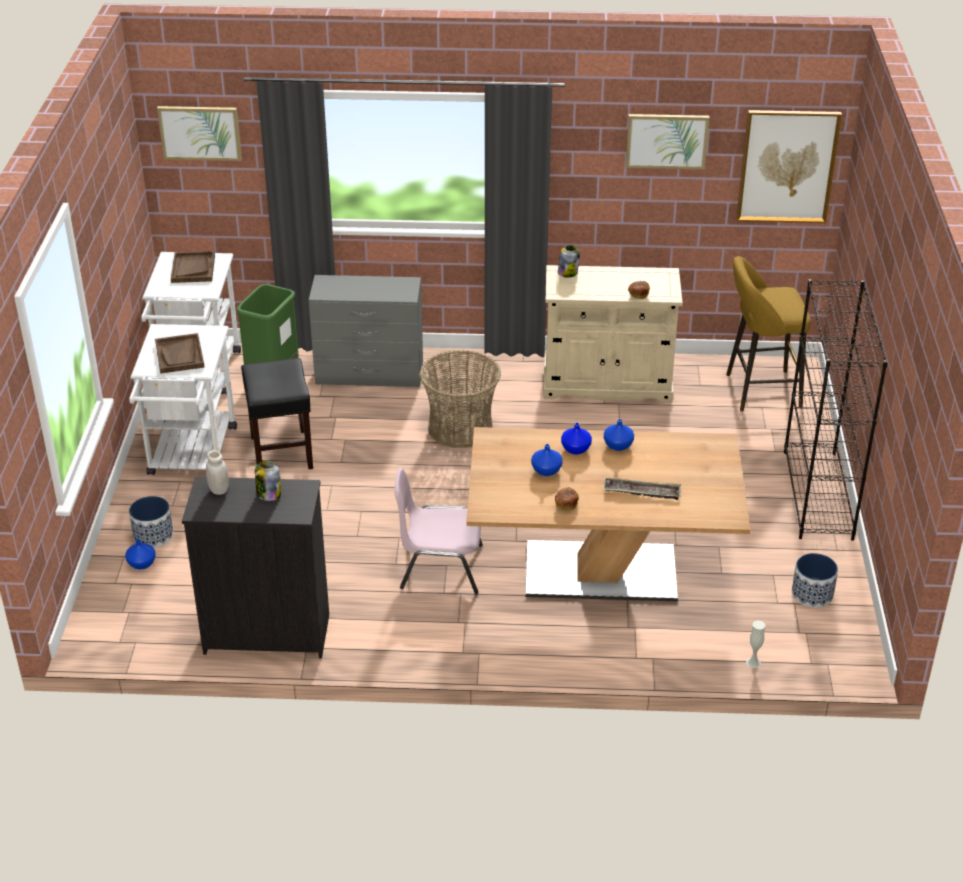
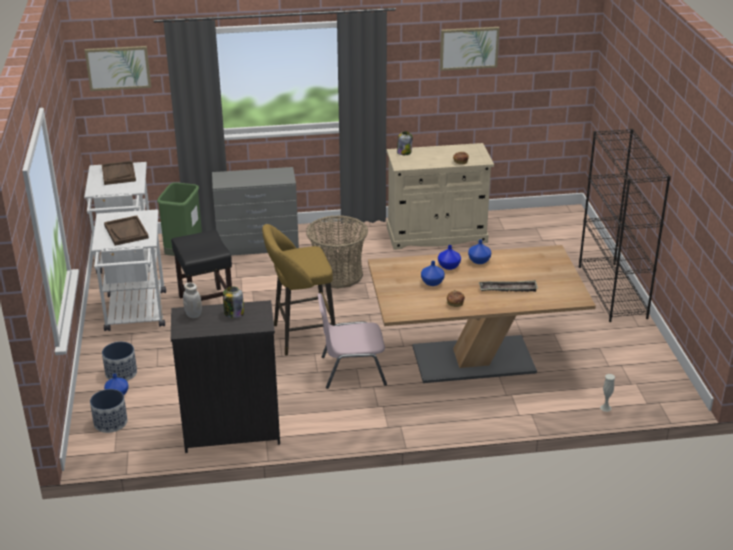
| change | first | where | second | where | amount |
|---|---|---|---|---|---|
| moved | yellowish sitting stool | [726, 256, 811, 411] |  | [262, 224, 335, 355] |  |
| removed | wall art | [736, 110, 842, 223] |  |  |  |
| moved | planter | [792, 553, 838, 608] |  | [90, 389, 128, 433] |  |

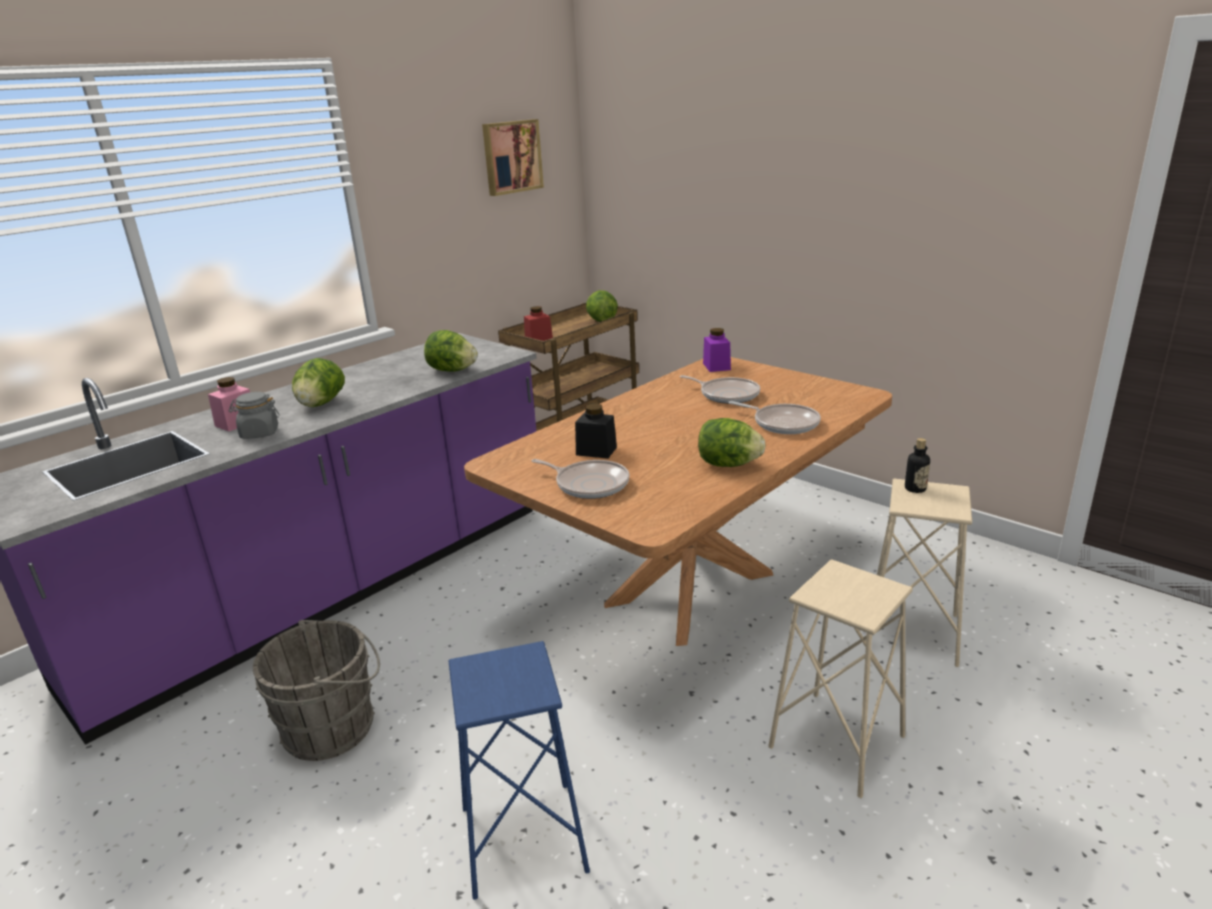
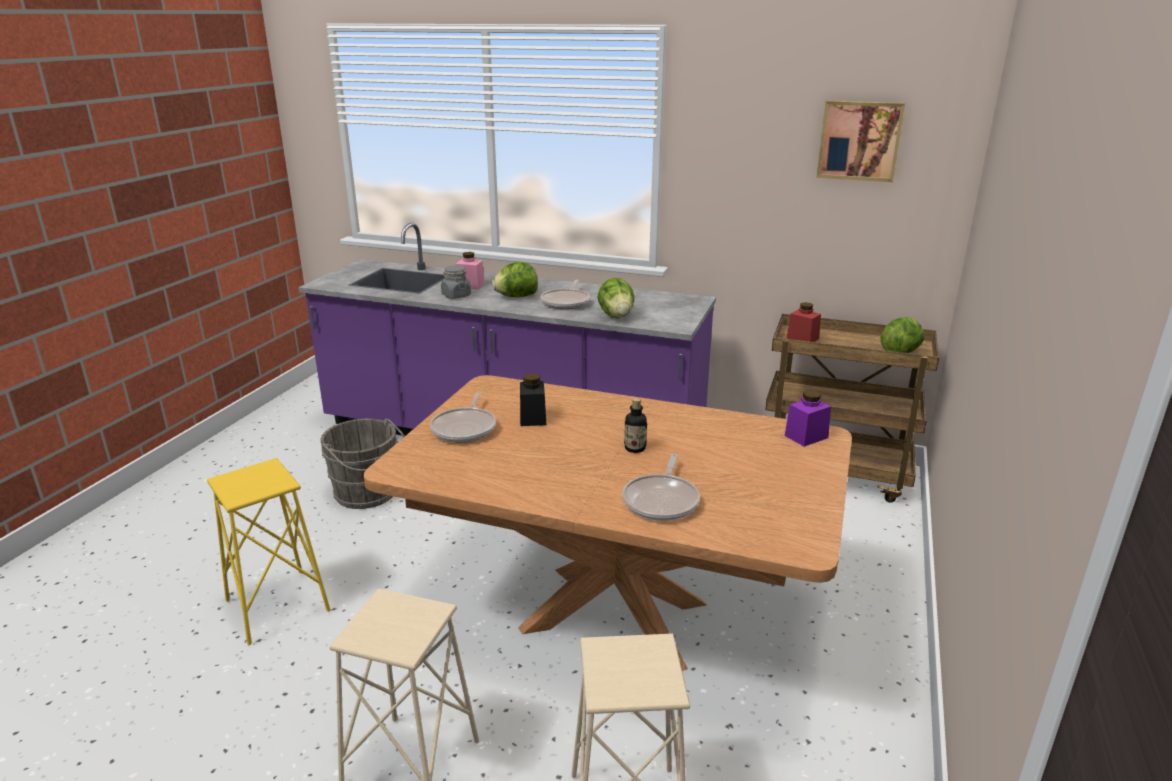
| change | first | where | second | where | amount |
|---|---|---|---|---|---|
| recoloured | bluish sitting stool | [448, 641, 590, 900] | yellowish sitting stool | [207, 458, 330, 645] |  |
| moved | pan | [680, 375, 760, 404] |  | [541, 280, 590, 309] |  |
| removed | head of lettuce | [698, 418, 766, 467] |  |  |  |
| moved | bottle | [905, 438, 930, 493] |  | [624, 398, 647, 453] |  |

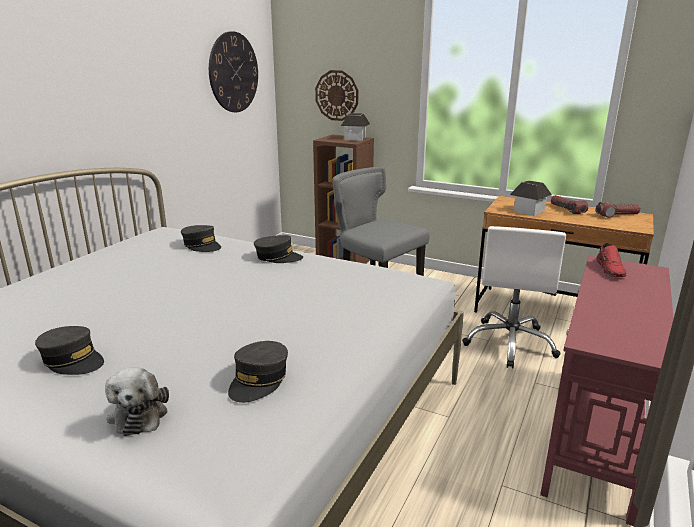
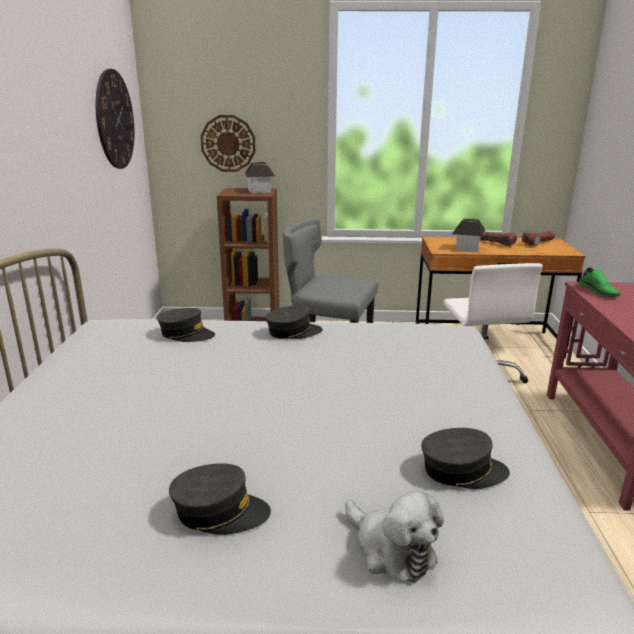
| change | first | where | second | where | amount |
|---|---|---|---|---|---|
| turned | gray cap | [228, 341, 288, 403] |  | [421, 428, 510, 489] | 90 degrees counterclockwise |
| recoloured | red item of footwear | [596, 243, 627, 277] | green-coloured item of footwear | [578, 267, 620, 297] |  |

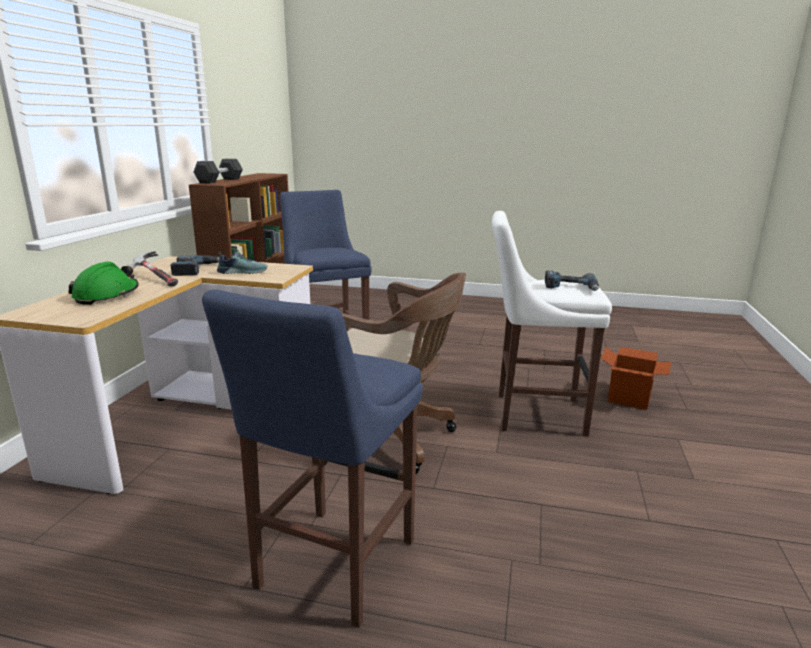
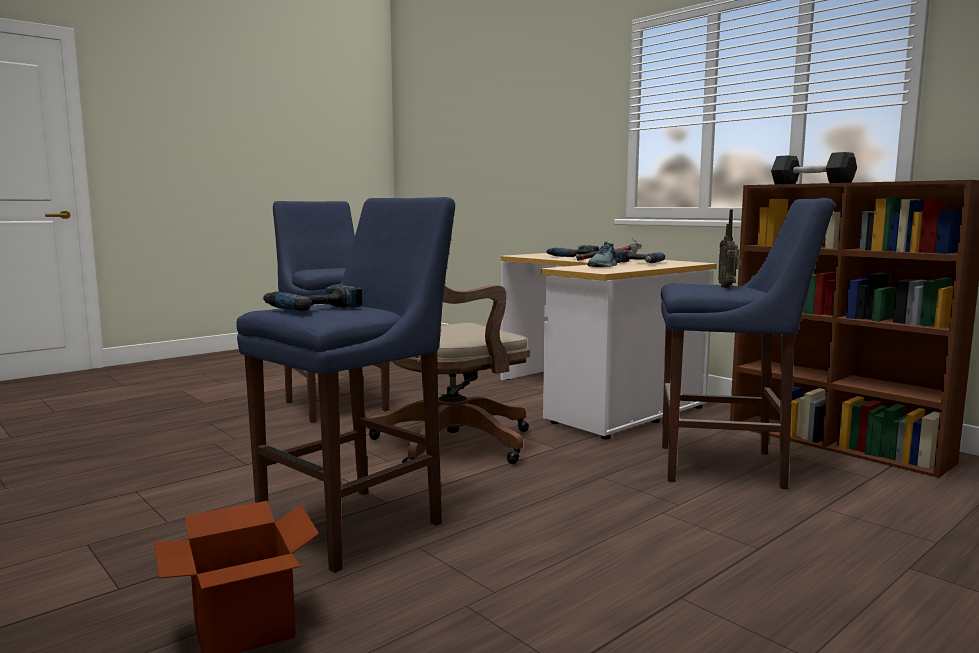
| change | first | where | second | where | amount |
|---|---|---|---|---|---|
| replaced | green-coloured safety helmet | [68, 262, 139, 305] | electric drill | [546, 245, 599, 257] |  |
| recoloured | white sitting stool | [492, 211, 612, 437] | bluish sitting stool | [236, 197, 455, 573] |  |
| added |  |  | radio receiver | [718, 209, 741, 288] |  |

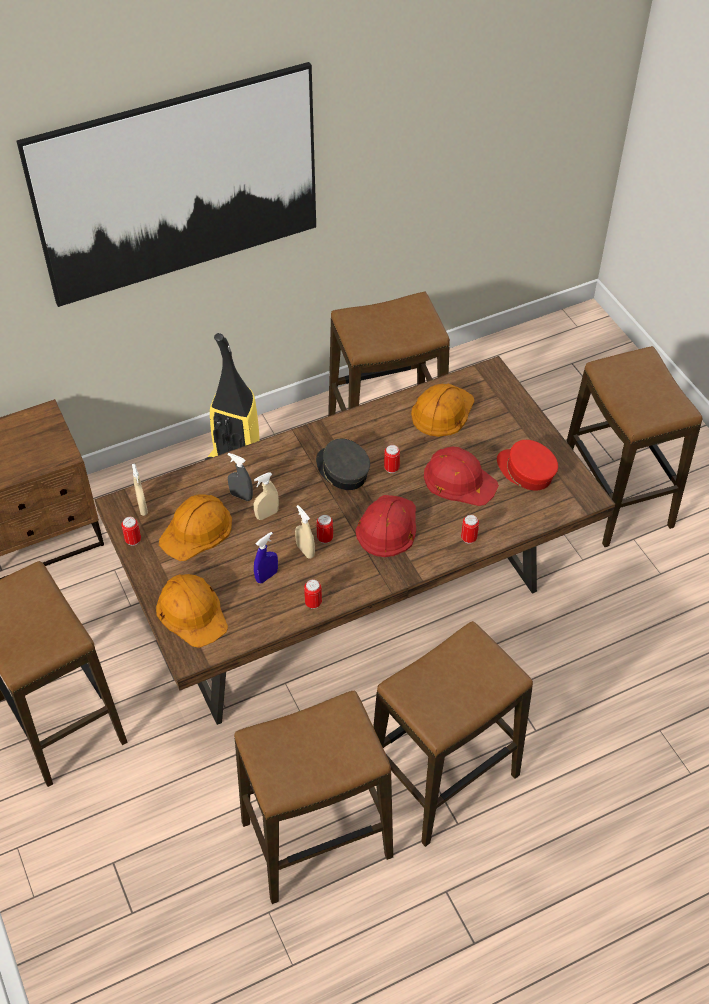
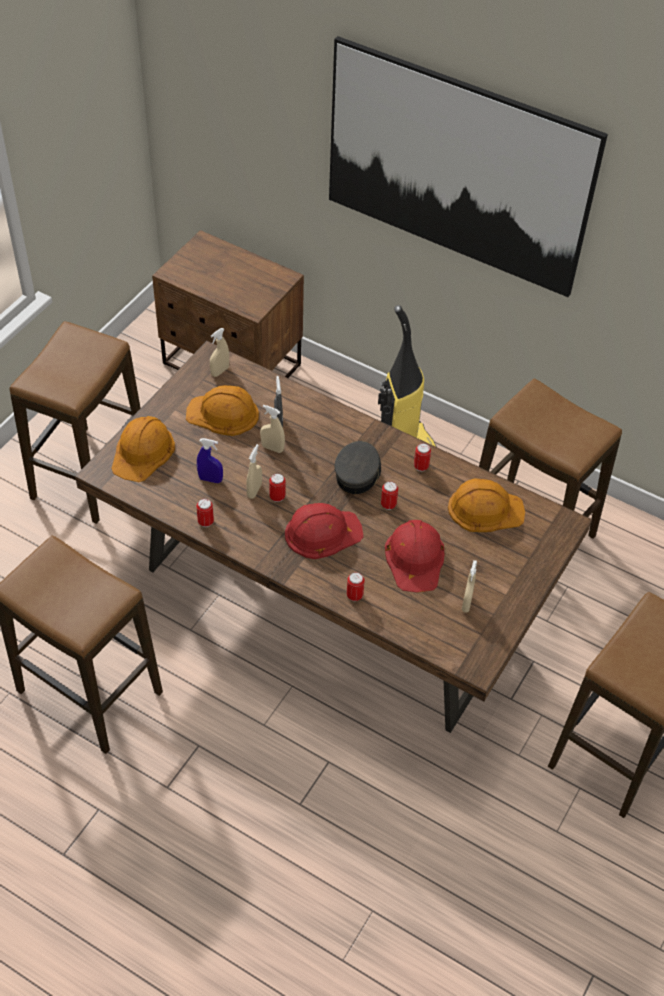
| change | first | where | second | where | amount |
|---|---|---|---|---|---|
| moved | metal can | [121, 517, 141, 546] |  | [414, 443, 431, 472] |  |
| removed | sitting stool | [373, 621, 533, 847] |  |  |  |
| replaced | red cap | [497, 440, 558, 491] | beige hand sprayer | [462, 560, 477, 613] |  |

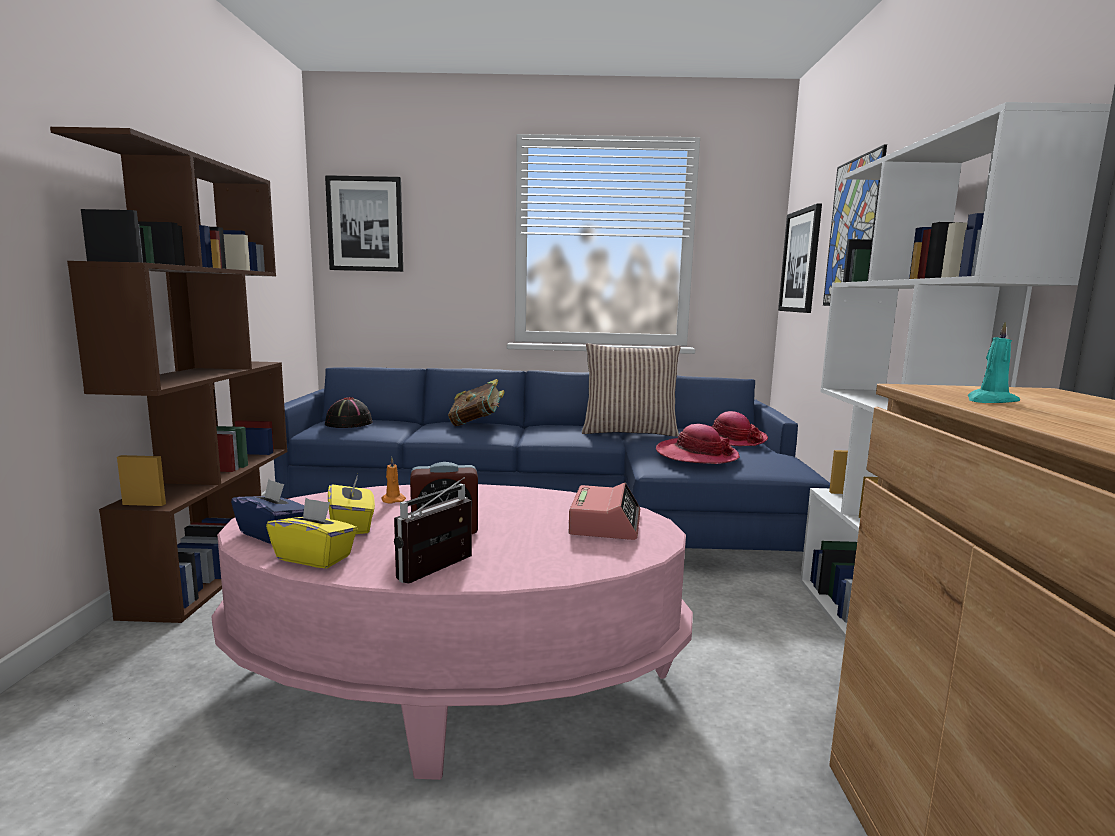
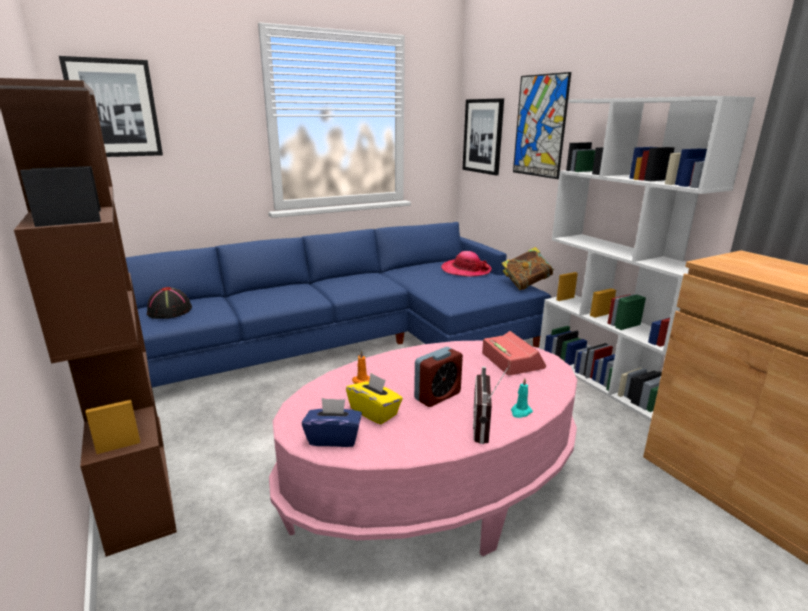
| change | first | where | second | where | amount |
|---|---|---|---|---|---|
| removed | yellowish tissue holder | [266, 498, 358, 569] |  |  |  |
| moved | book | [448, 379, 505, 426] |  | [502, 247, 554, 290] |  |
| removed | cushion | [582, 343, 681, 437] |  |  |  |
| removed | clothing hat | [656, 424, 740, 464] |  |  |  |
| moved | turquoise wax light | [967, 322, 1020, 403] |  | [511, 378, 533, 418] |  |

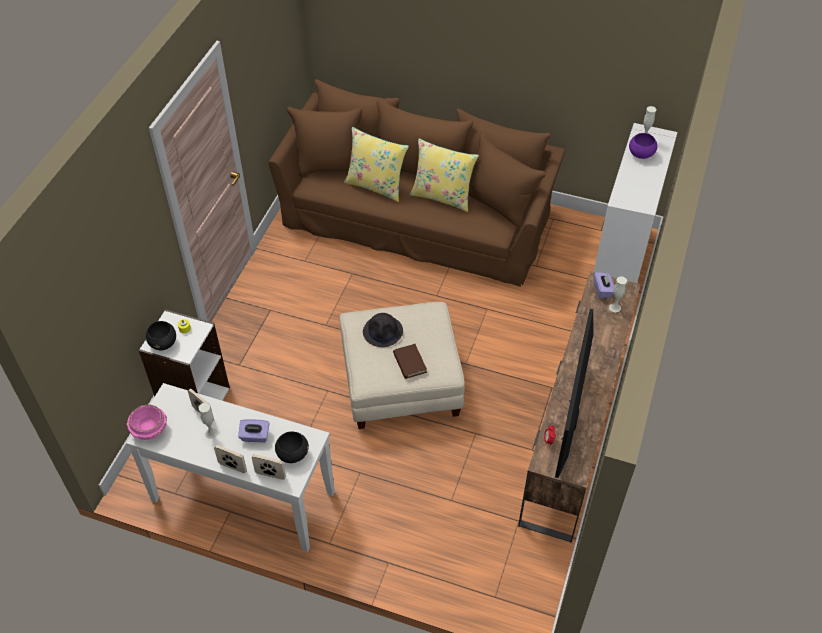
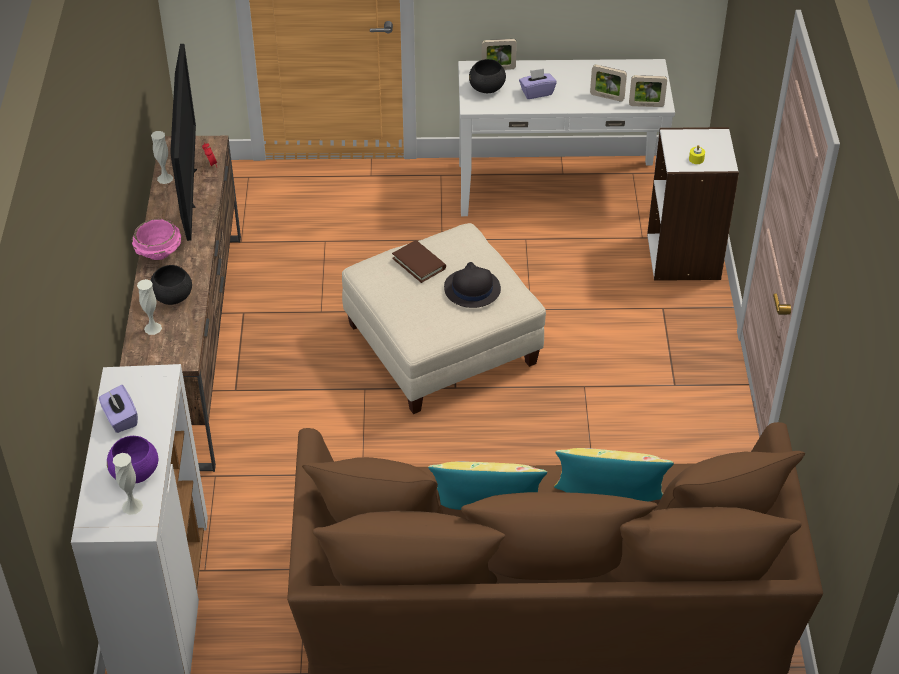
| change | first | where | second | where | amount |
|---|---|---|---|---|---|
| moved | pink deep dish | [127, 404, 167, 440] |  | [132, 219, 181, 260] |  |
| moved | blackish deep dish | [146, 321, 176, 350] |  | [151, 265, 192, 305] |  |
| moved | white flower vase | [198, 403, 218, 439] |  | [151, 131, 173, 184] |  |
| moved | photo frame | [214, 445, 247, 473] |  | [629, 75, 667, 107] |  |
| moved | purplish tissue holder | [594, 272, 614, 298] |  | [99, 385, 138, 433] |  |

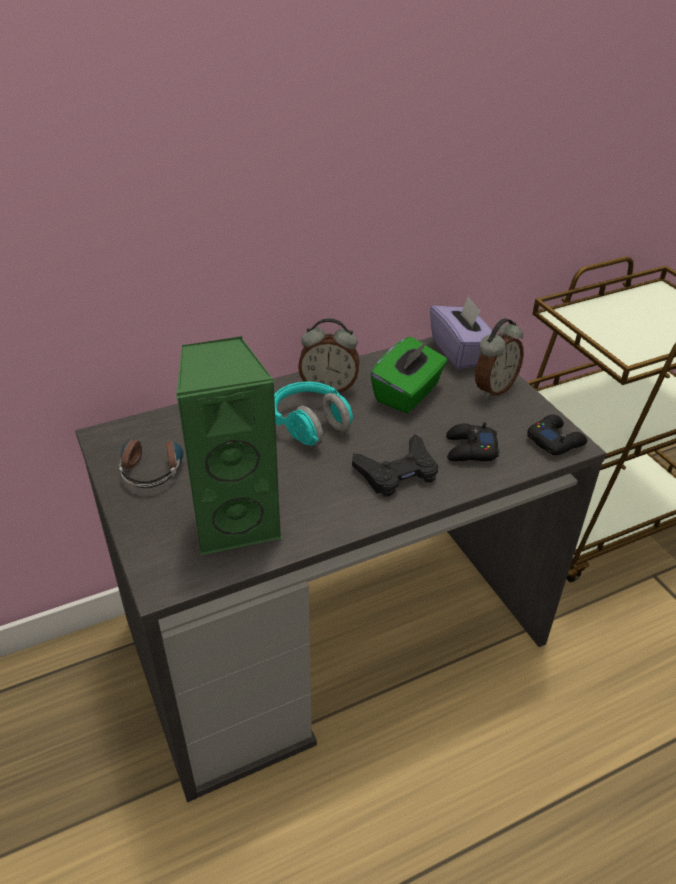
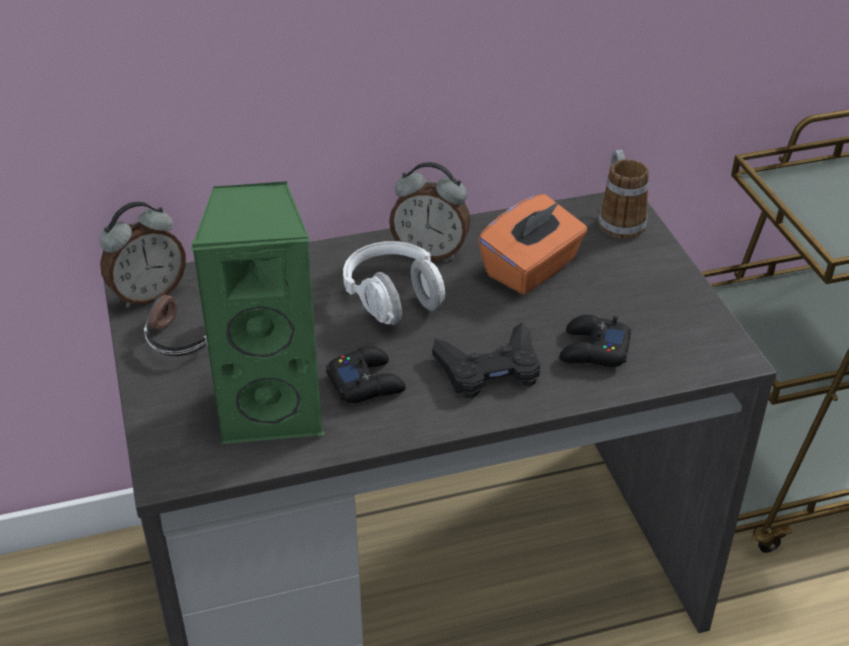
| change | first | where | second | where | amount |
|---|---|---|---|---|---|
| recoloured | turquoise headset | [274, 381, 353, 446] | white headset | [343, 241, 445, 325] |  |
| recoloured | green-coloured tissue holder | [370, 337, 447, 413] | orangey tissue holder | [478, 194, 588, 295] |  |
| replaced | purplish tissue holder | [430, 296, 492, 369] | mug | [599, 150, 649, 239] |  |
| moved | table clock | [475, 318, 524, 399] |  | [99, 202, 186, 308] |  |
| moved | blackish joypad | [527, 415, 587, 455] |  | [326, 346, 406, 403] |  |

